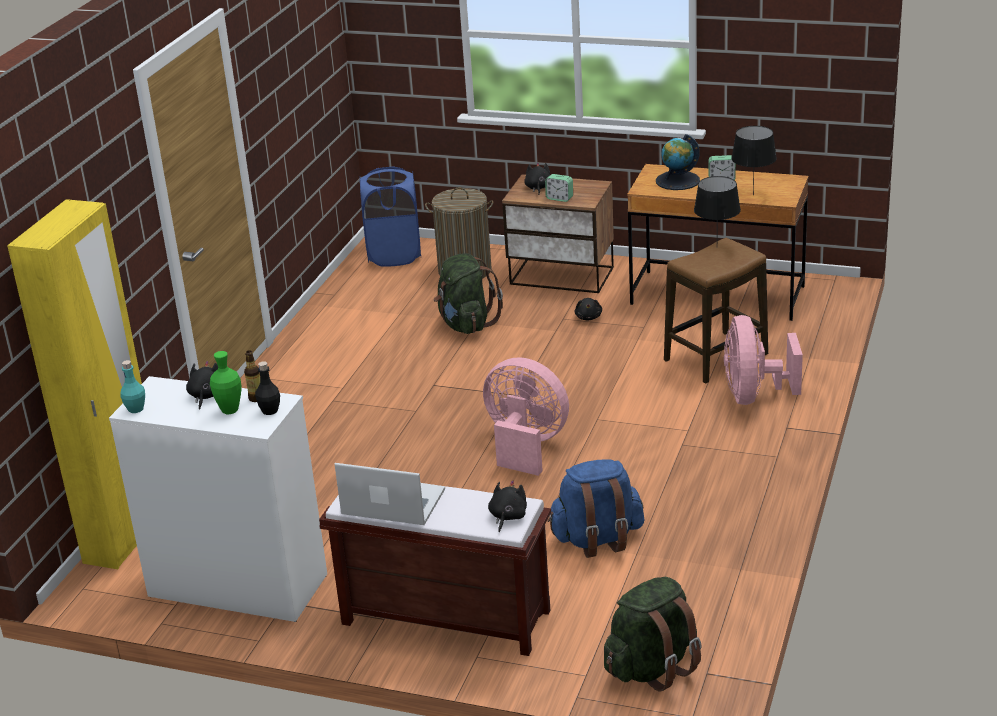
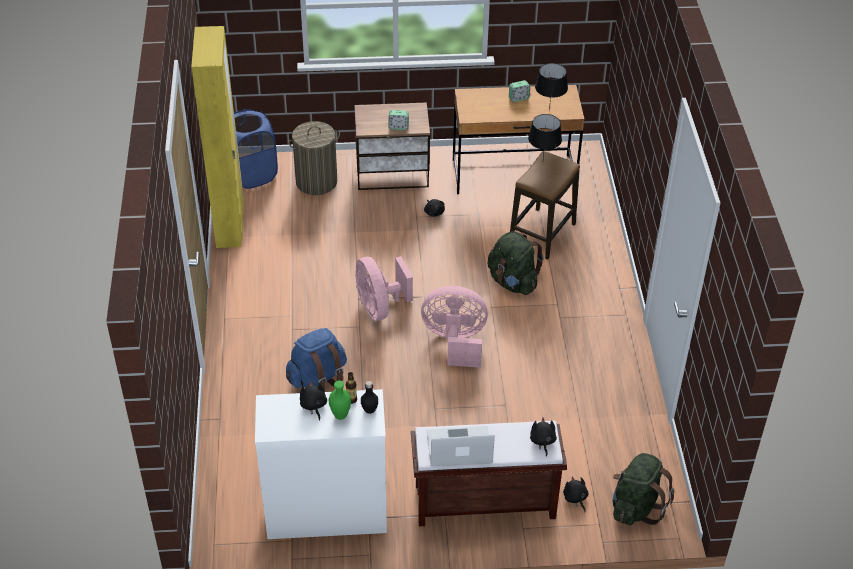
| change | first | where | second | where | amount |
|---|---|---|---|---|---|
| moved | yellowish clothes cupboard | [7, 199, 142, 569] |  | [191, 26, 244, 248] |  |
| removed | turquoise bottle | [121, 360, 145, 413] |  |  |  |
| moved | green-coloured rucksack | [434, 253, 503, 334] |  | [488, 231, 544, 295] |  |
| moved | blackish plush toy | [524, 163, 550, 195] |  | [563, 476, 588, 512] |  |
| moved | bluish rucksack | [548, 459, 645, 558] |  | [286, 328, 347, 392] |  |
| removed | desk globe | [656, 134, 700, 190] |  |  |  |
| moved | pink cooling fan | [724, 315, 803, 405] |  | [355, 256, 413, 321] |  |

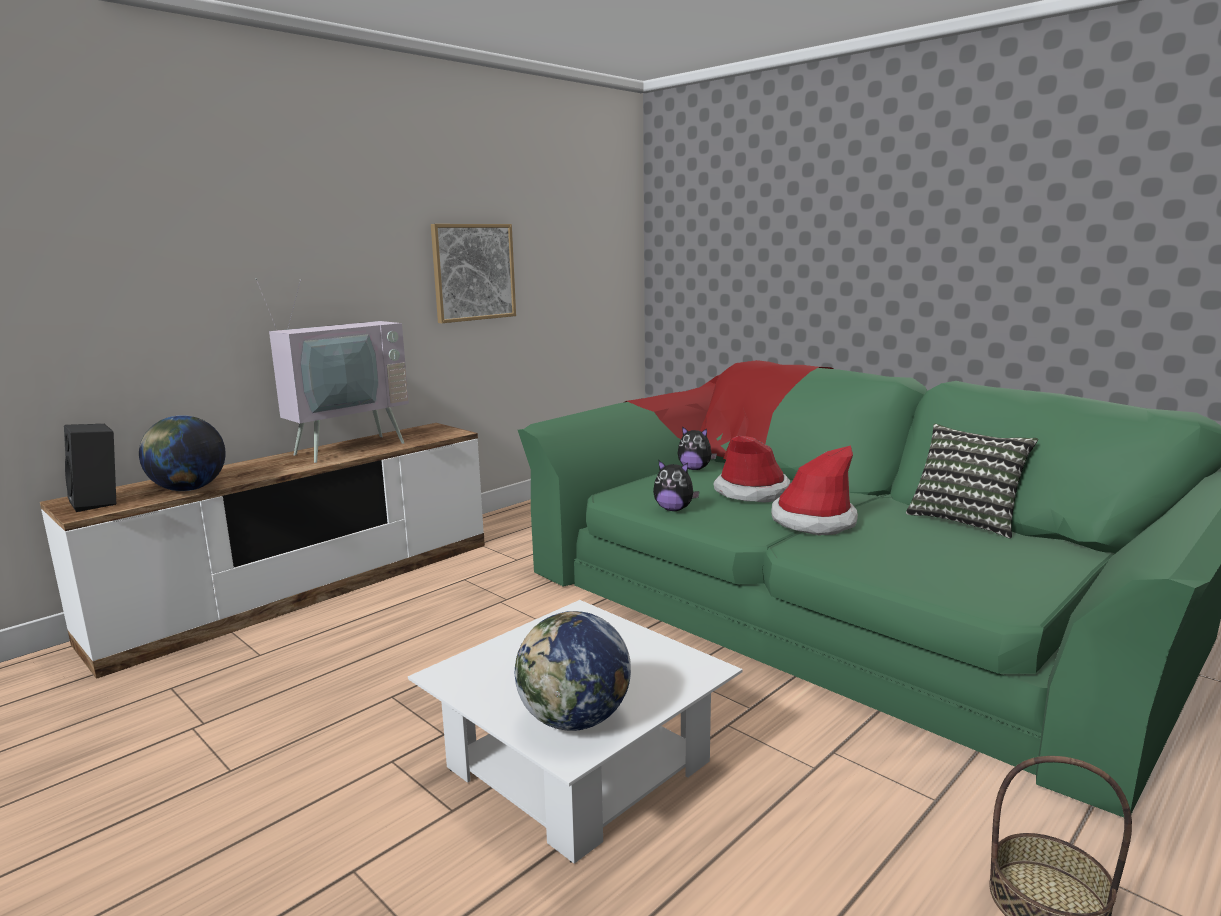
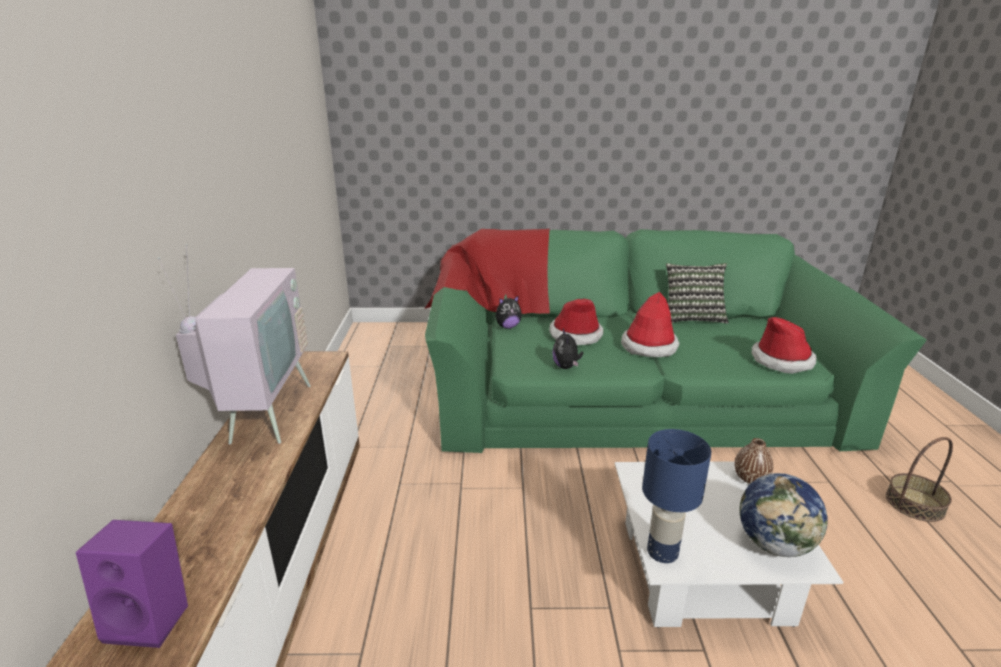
| change | first | where | second | where | amount |
|---|---|---|---|---|---|
| recoloured | blackish speaker | [64, 424, 116, 512] | purplish speaker | [76, 520, 188, 648] |  |
| removed | desk globe | [139, 415, 226, 491] |  |  |  |
| removed | wall art | [431, 224, 516, 323] |  |  |  |
| turned | plush toy | [653, 460, 700, 511] |  | [552, 329, 583, 369] | 105 degrees clockwise |
| added |  |  | bluish lamp for a table | [642, 429, 711, 563] |  |
| added |  |  | brown flower vase | [734, 438, 773, 484] |  |
| added |  |  | clothing hat | [752, 317, 816, 374] |  |

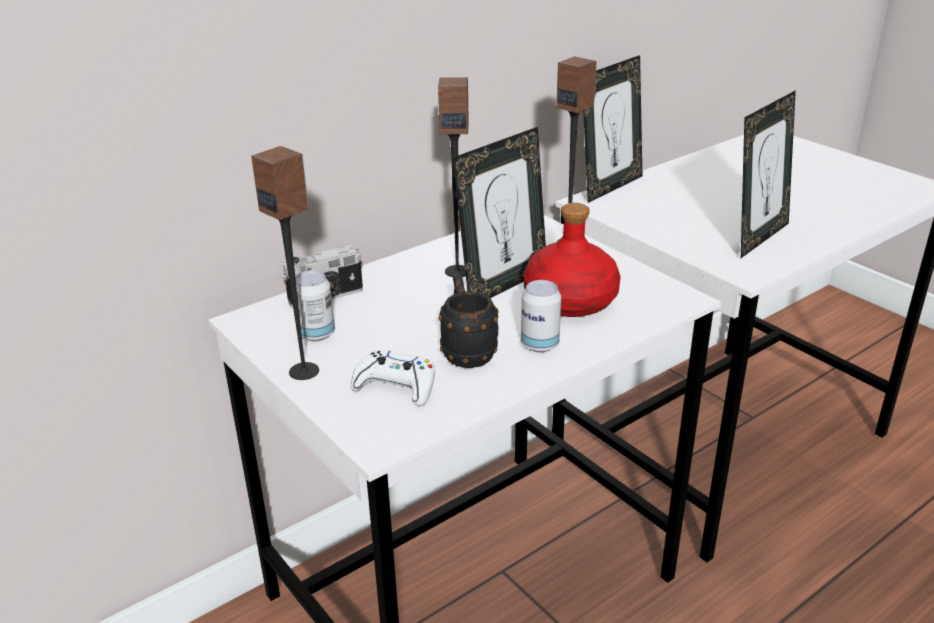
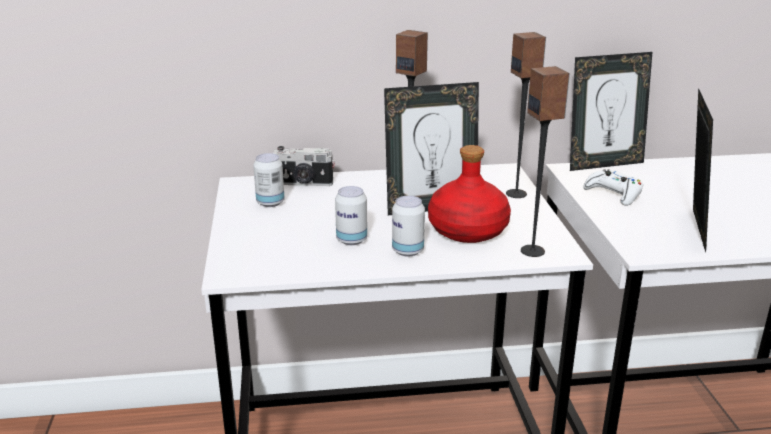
| change | first | where | second | where | amount |
|---|---|---|---|---|---|
| moved | speaker | [251, 146, 319, 380] |  | [521, 66, 570, 257] |  |
| moved | white joypad | [351, 350, 435, 406] |  | [584, 169, 643, 206] |  |
| replaced | blackish mug | [439, 274, 499, 368] | metal can | [335, 186, 367, 245] |  |
| turned | photo frame | [741, 90, 796, 258] |  | [693, 88, 713, 252] | 60 degrees counterclockwise |

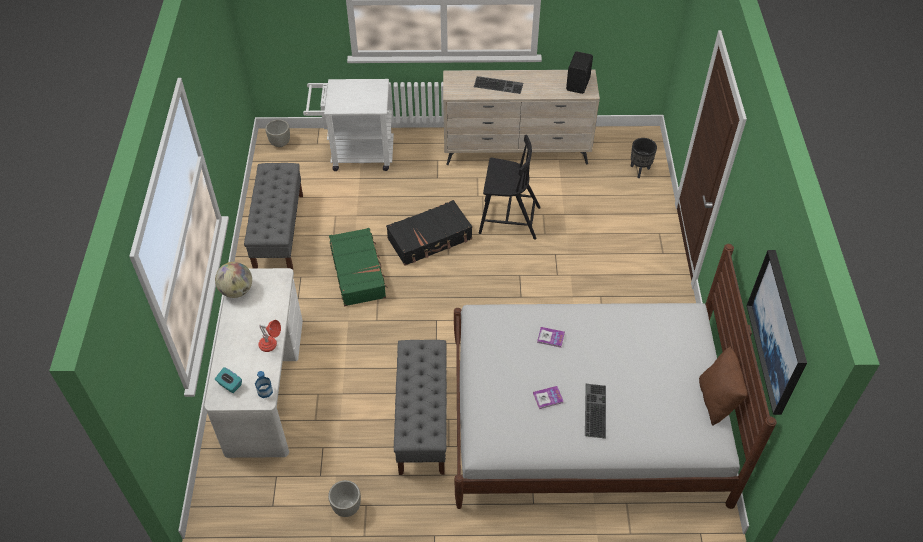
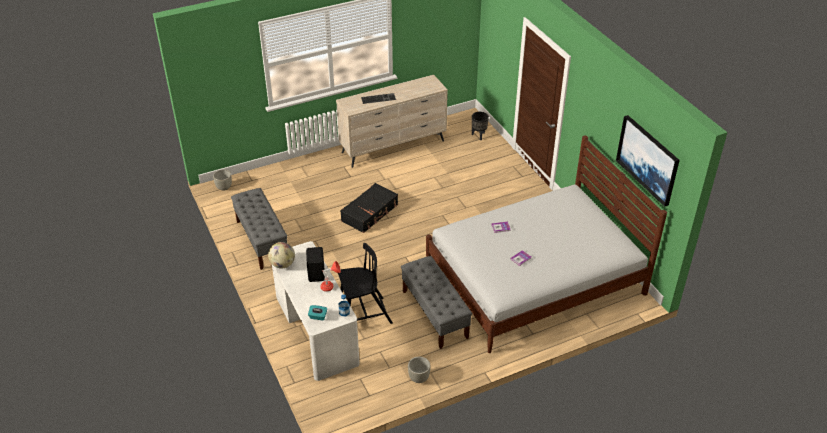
| change | first | where | second | where | amount |
|---|---|---|---|---|---|
| removed | white wheeled cart | [303, 79, 394, 171] |  |  |  |
| removed | green-coloured piece of luggage | [329, 228, 388, 306] |  |  |  |
| moved | blackish chair | [479, 135, 541, 240] |  | [338, 243, 393, 324] |  |
| moved | blackish speaker | [566, 52, 593, 94] |  | [306, 247, 325, 282] |  |
| removed | computer keyboard | [585, 384, 606, 439] |  |  |  |
| removed | brown cushion | [699, 346, 747, 426] |  |  |  |

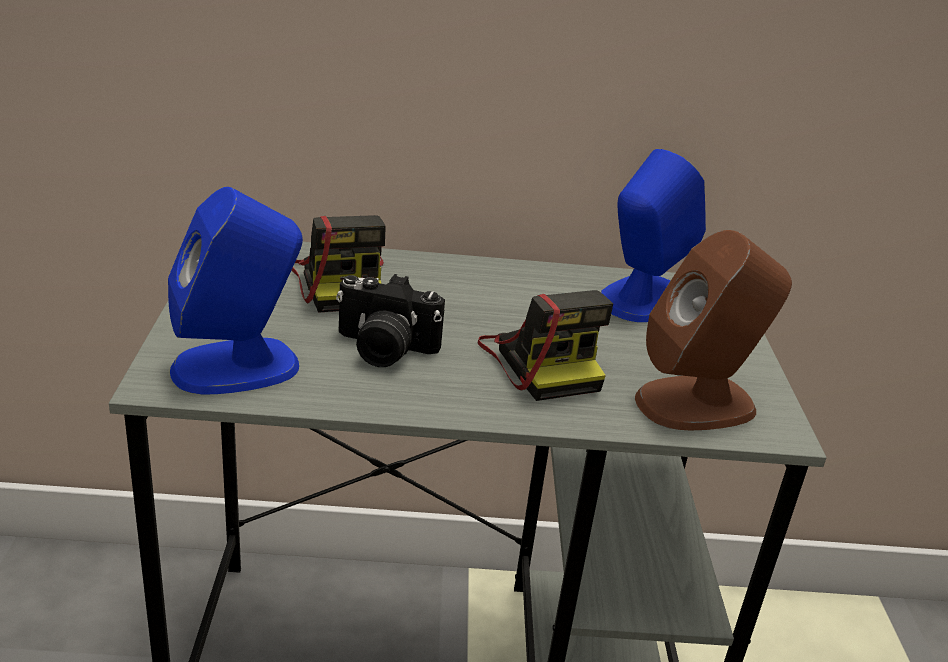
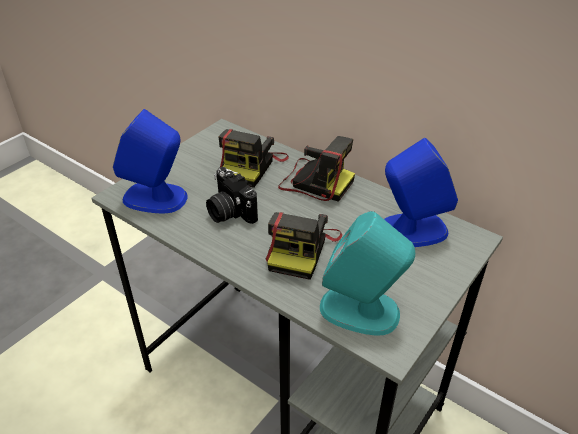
| change | first | where | second | where | amount |
|---|---|---|---|---|---|
| recoloured | brown speaker | [635, 230, 792, 431] | turquoise speaker | [320, 211, 415, 336] |  |
| added |  |  | still camera | [278, 136, 355, 202] |  |

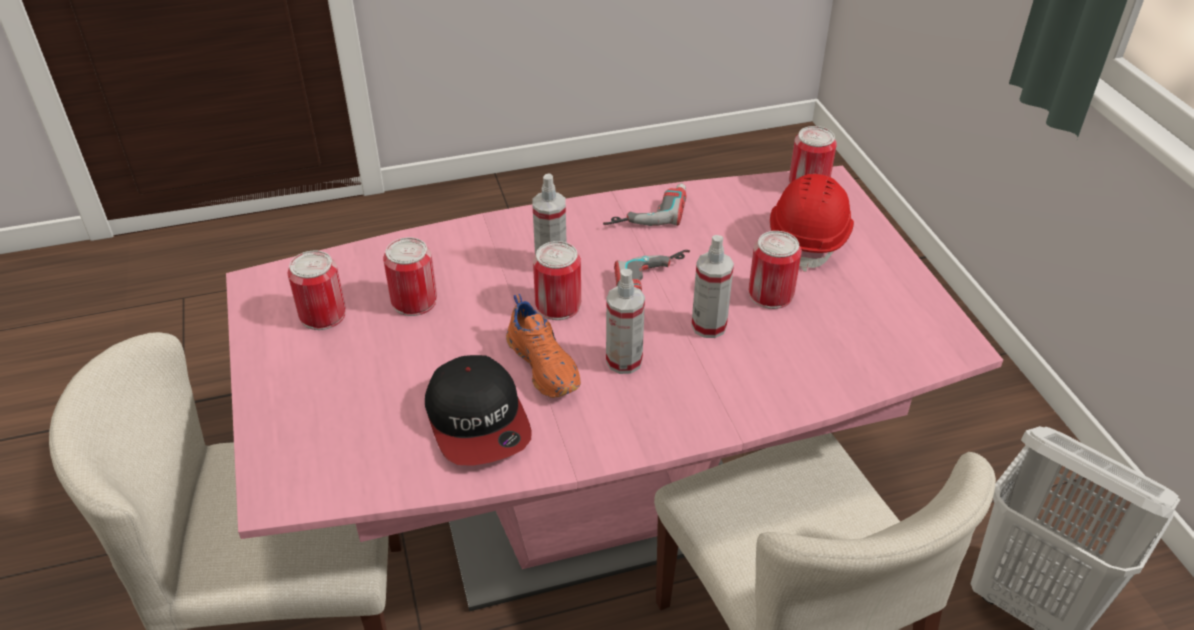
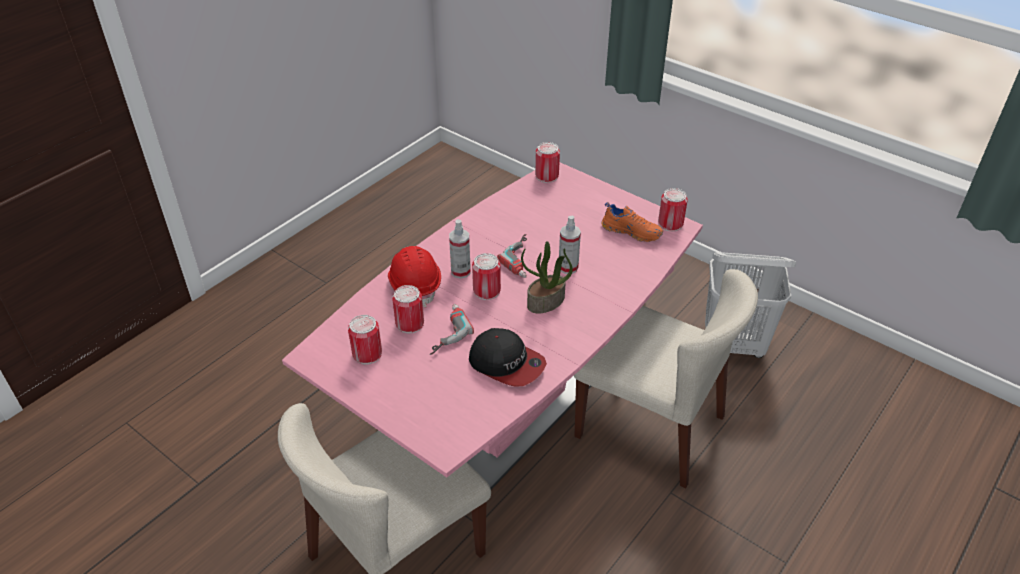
| change | first | where | second | where | amount |
|---|---|---|---|---|---|
| moved | orangey item of footwear | [506, 294, 581, 398] |  | [601, 202, 663, 242] |  |
| moved | electric drill | [603, 183, 686, 226] |  | [430, 304, 474, 355] |  |
| replaced | hand sprayer | [606, 269, 645, 374] | plant in a pot | [521, 241, 573, 313] |  |
| moved | metal can | [749, 231, 801, 309] |  | [658, 188, 688, 231] |  |
| moved | red safety helmet | [770, 174, 854, 272] |  | [388, 246, 441, 308] |  |

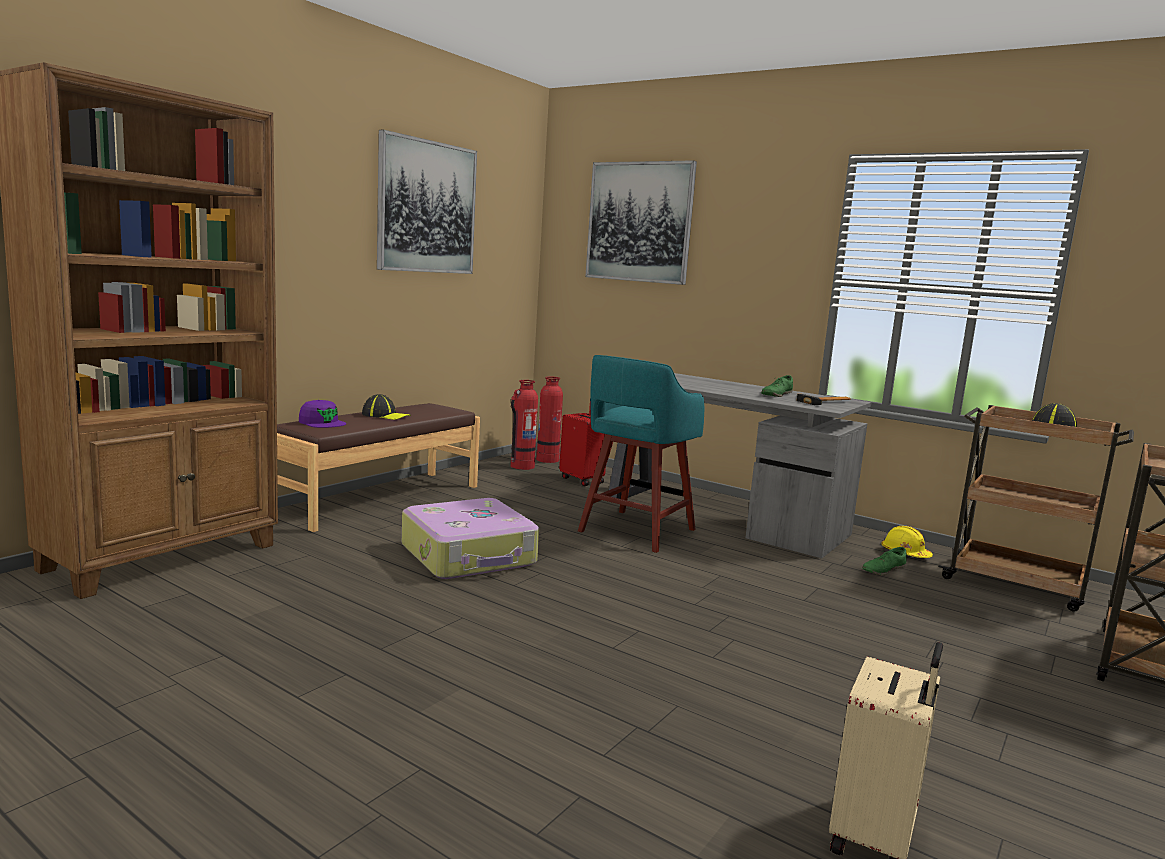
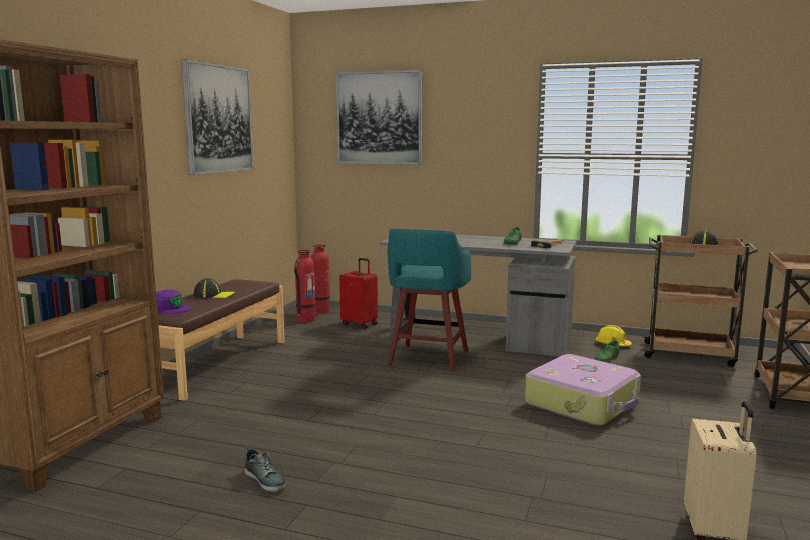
| change | first | where | second | where | amount |
|---|---|---|---|---|---|
| moved | piece of luggage | [402, 498, 539, 579] |  | [525, 354, 641, 426] |  |
| added |  |  | item of footwear | [245, 446, 285, 492] |  |

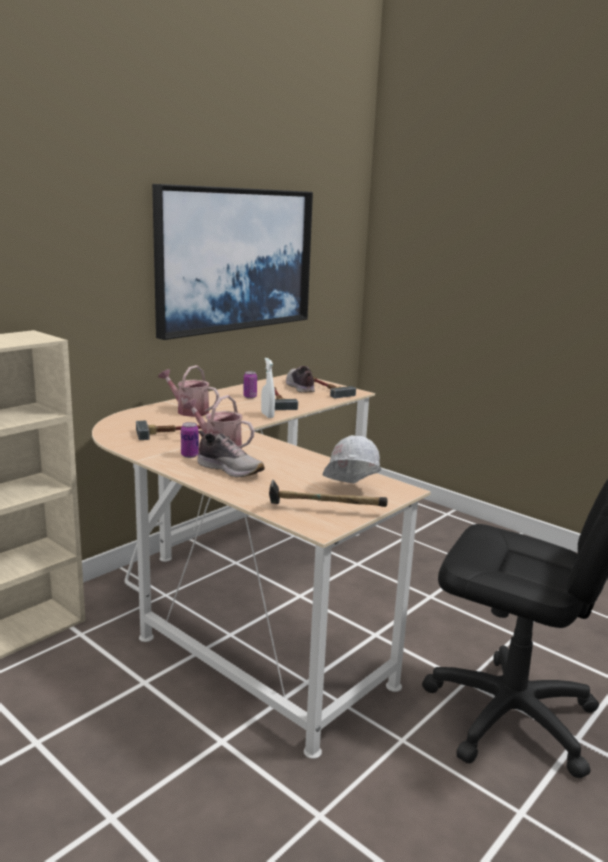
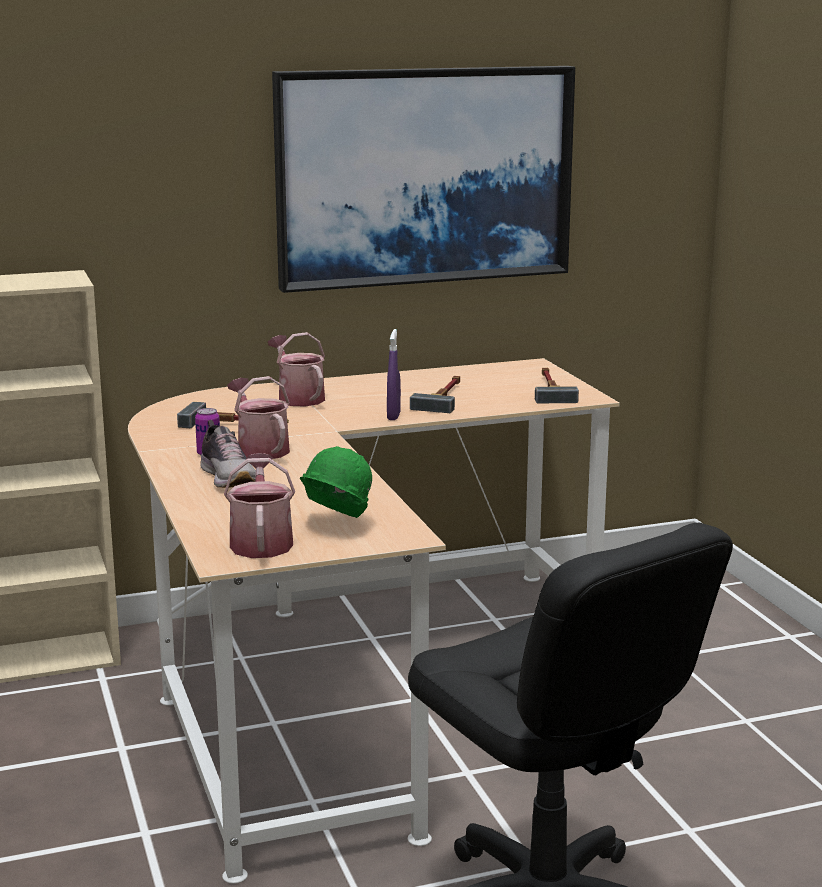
| change | first | where | second | where | amount |
|---|---|---|---|---|---|
| removed | metal can | [243, 371, 257, 399] |  |  |  |
| recoloured | white hand sprayer | [261, 358, 275, 418] | purplish hand sprayer | [387, 329, 401, 420] |  |
| replaced | hand hammer | [269, 480, 388, 507] | sprinkling can | [224, 453, 295, 558] |  |
| removed | item of footwear | [286, 366, 315, 393] |  |  |  |
| recoloured | white safety helmet | [322, 435, 381, 483] | green-coloured safety helmet | [300, 446, 372, 518] |  |

